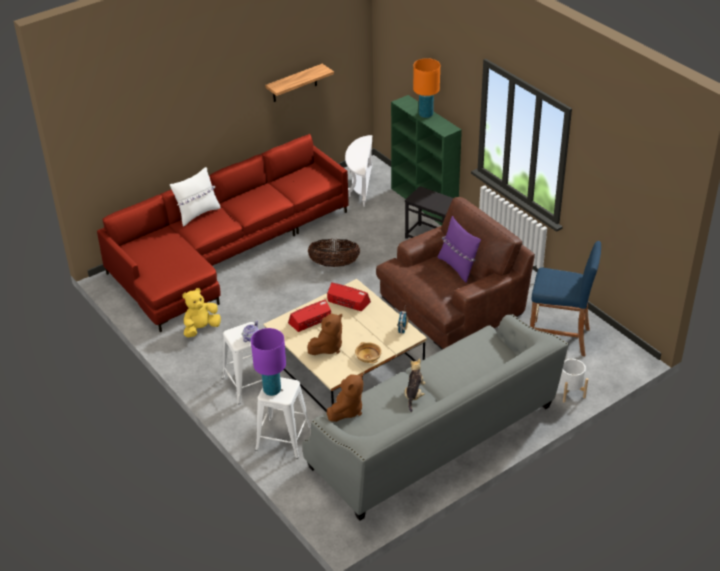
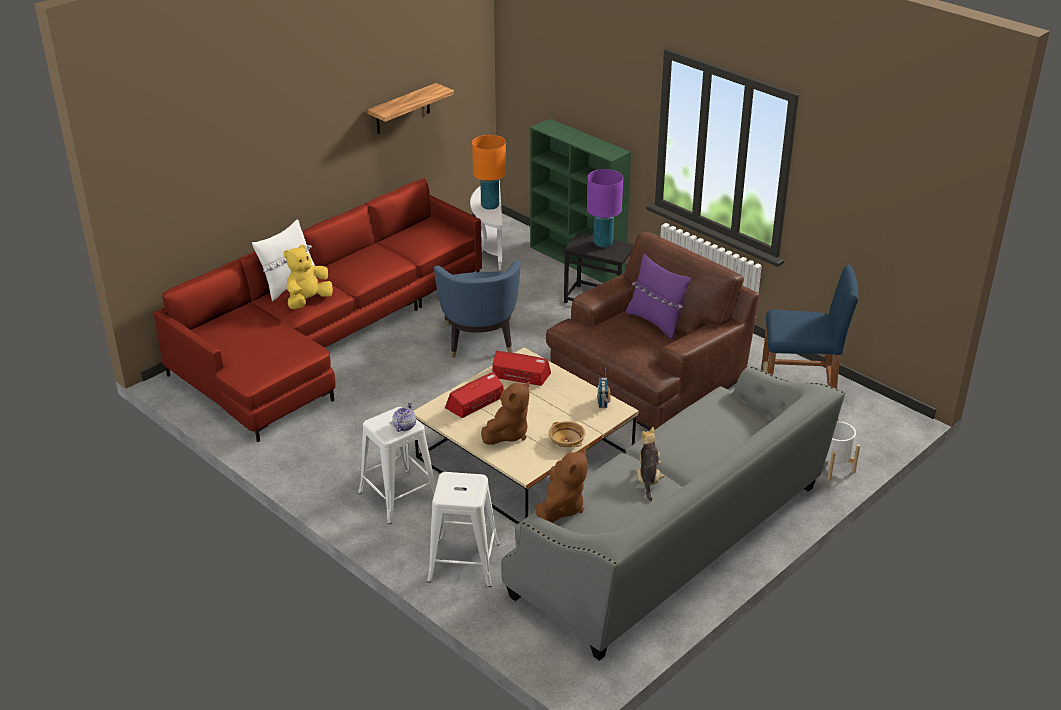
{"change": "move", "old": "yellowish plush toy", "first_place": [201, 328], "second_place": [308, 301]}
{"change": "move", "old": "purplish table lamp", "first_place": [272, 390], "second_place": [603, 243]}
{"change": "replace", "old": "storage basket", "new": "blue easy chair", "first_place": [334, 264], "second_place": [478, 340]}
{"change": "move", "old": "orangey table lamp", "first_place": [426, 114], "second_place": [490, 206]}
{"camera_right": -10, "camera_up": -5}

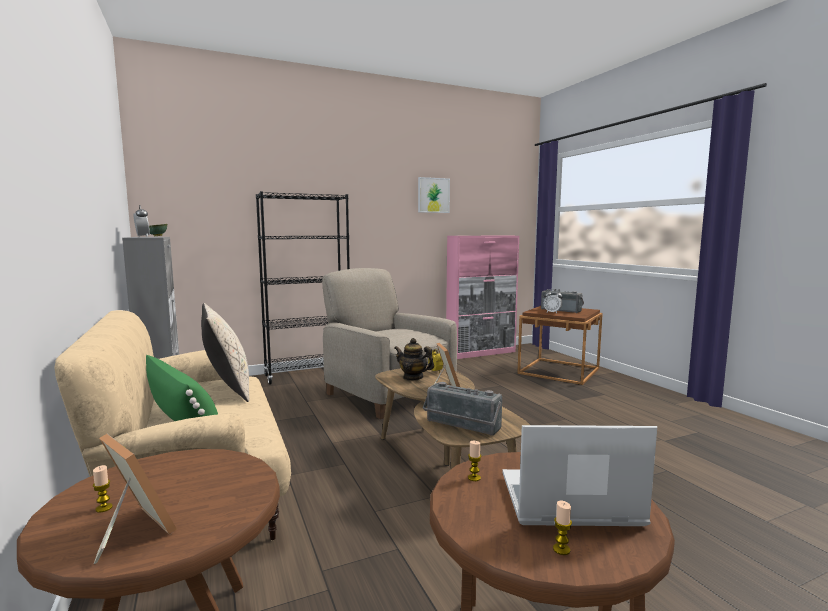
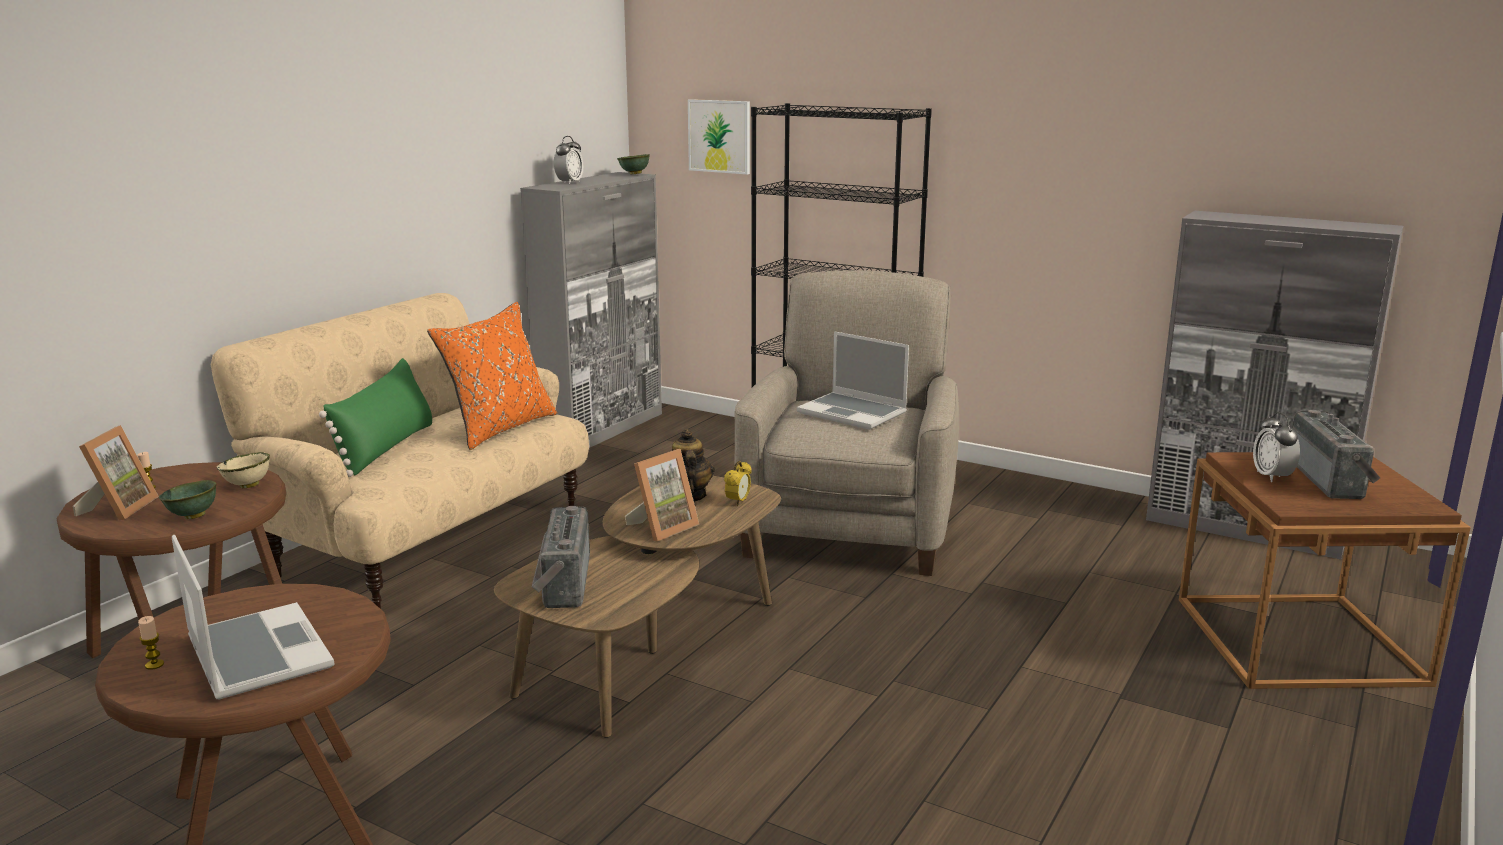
{"change": "recolor", "old": "beige pillow", "new": "orangey pillow", "first_place": [227, 390], "second_place": [499, 428]}
{"change": "move", "old": "picture", "first_place": [433, 195], "second_place": [719, 136]}
{"change": "recolor", "old": "pink cupboard", "new": "grey cupboard", "first_place": [481, 353], "second_place": [1245, 529]}
{"change": "delete", "old": "wax candle", "first_place": [474, 478]}
{"change": "insert", "new": "green deep dish", "second_place": [192, 516]}
{"change": "insert", "new": "beige deep dish", "second_place": [247, 486]}
{"change": "insert", "new": "portable computer", "second_place": [853, 413]}
{"camera_right": 55, "camera_up": 10}

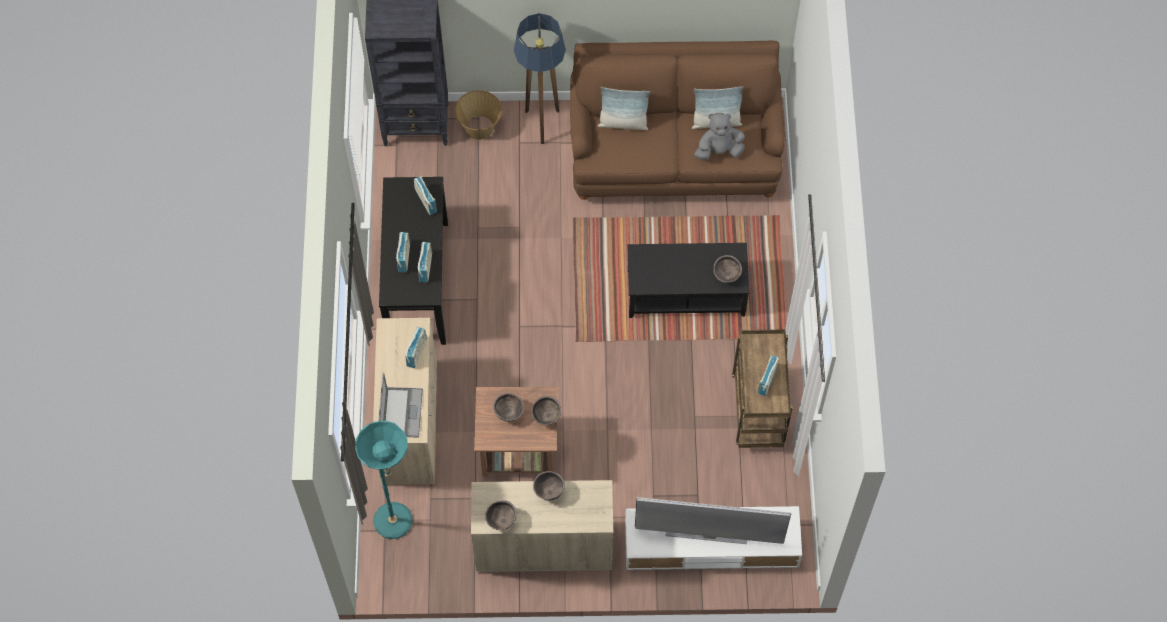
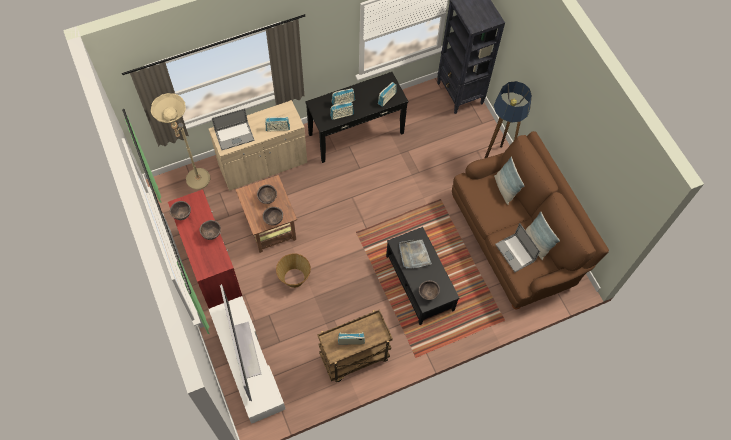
{"change": "recolor", "old": "turquoise-coloured standing lamp", "new": "beige standing lamp", "first_place": [398, 527], "second_place": [195, 183]}
{"change": "move", "old": "storage basket", "first_place": [480, 127], "second_place": [294, 278]}
{"change": "recolor", "old": "beige cupboard", "new": "red cupboard", "first_place": [543, 546], "second_place": [211, 264]}
{"change": "replace", "old": "grey plush toy", "new": "portable computer", "first_place": [719, 150], "second_place": [515, 252]}
{"change": "insert", "new": "grey carrying tray", "second_place": [414, 255]}
{"camera_right": 65, "camera_up": 0}

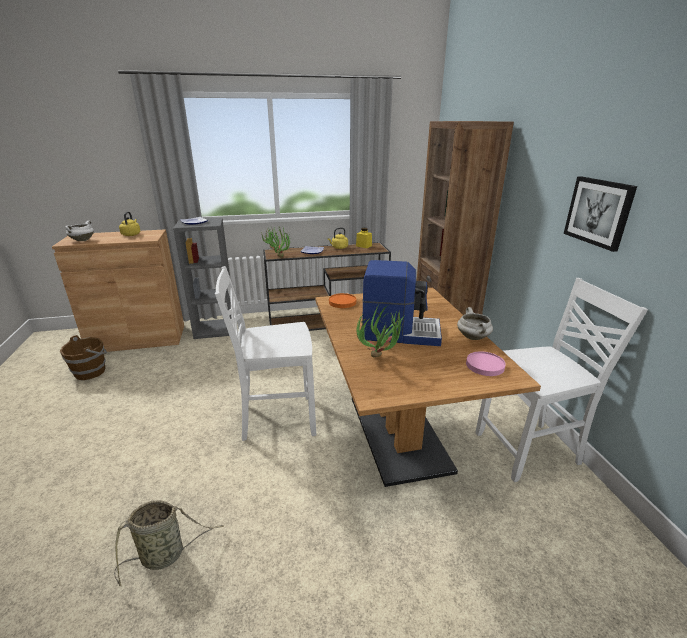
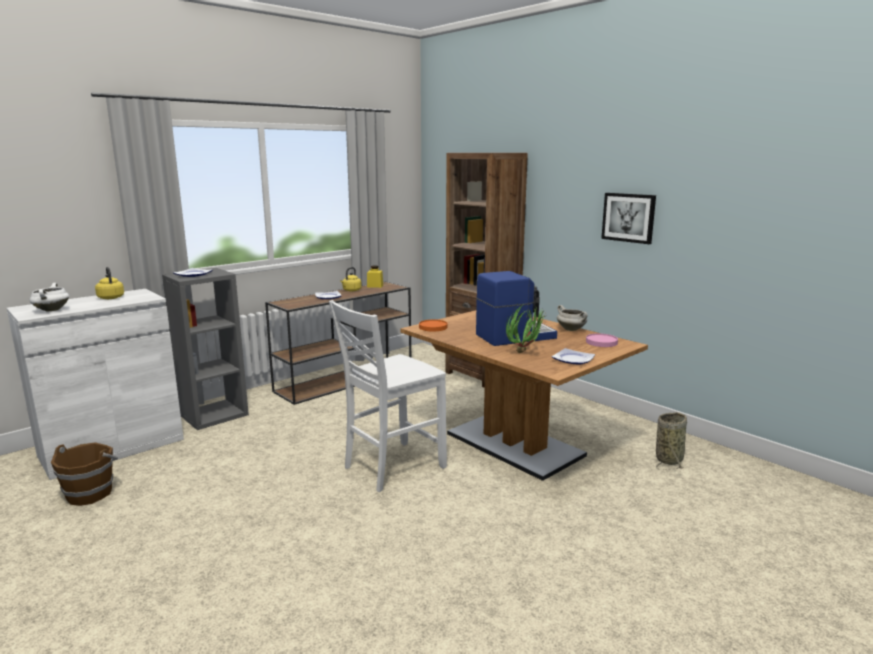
{"change": "recolor", "old": "brownish cupboard", "new": "white-coloured cupboard", "first_place": [138, 339], "second_place": [112, 447]}
{"change": "move", "old": "storage basket", "first_place": [166, 555], "second_place": [669, 459]}
{"change": "delete", "old": "houseplant", "first_place": [277, 256]}
{"change": "delete", "old": "white-coloured chair", "first_place": [529, 450]}
{"change": "insert", "new": "flat dish", "second_place": [572, 359]}
{"camera_right": -30, "camera_up": -10}

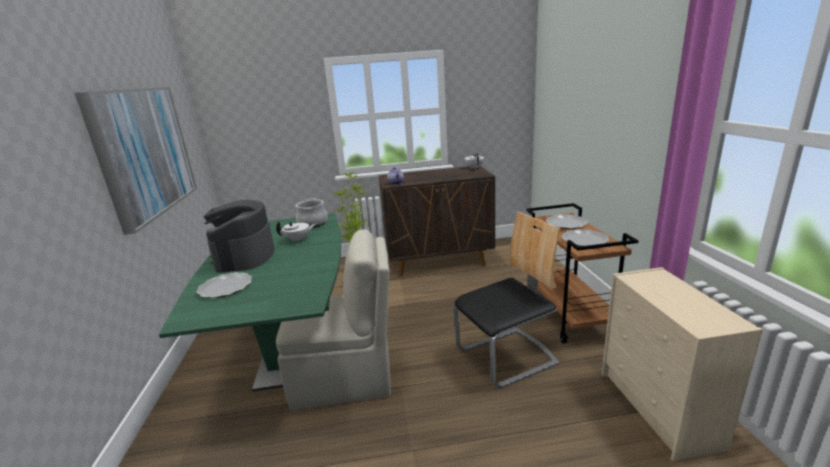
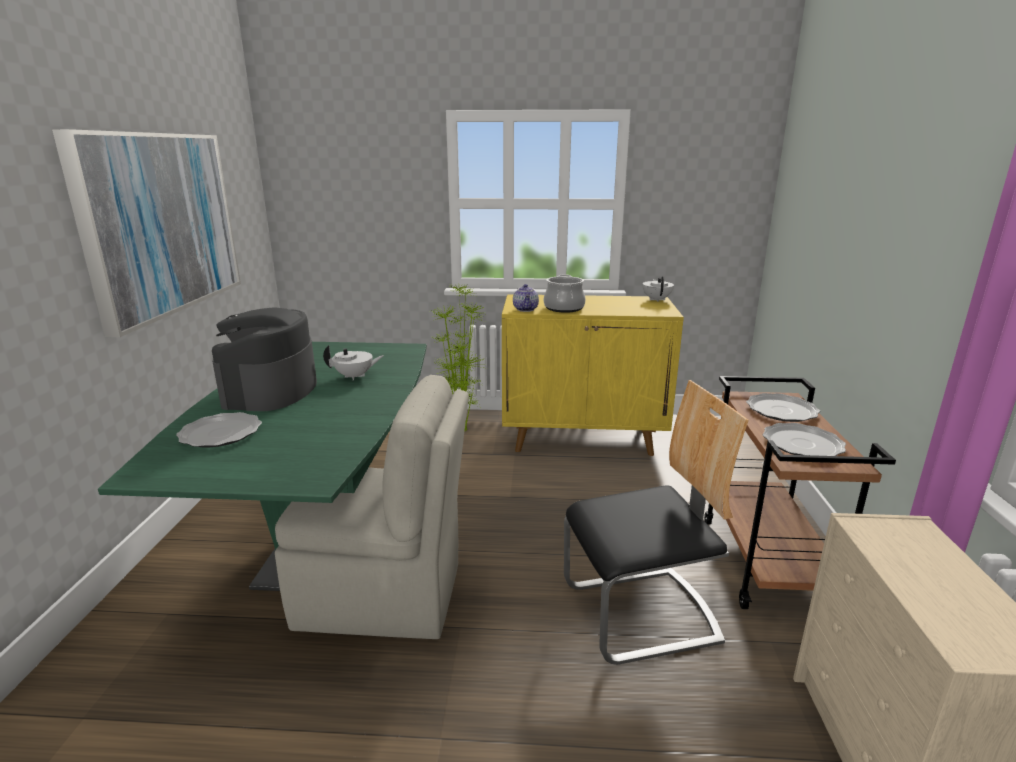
{"change": "move", "old": "cooking pot", "first_place": [312, 223], "second_place": [563, 308]}
{"change": "recolor", "old": "brownish cupboard", "new": "yellowish cupboard", "first_place": [439, 262], "second_place": [583, 438]}
{"camera_right": 10, "camera_up": 0}

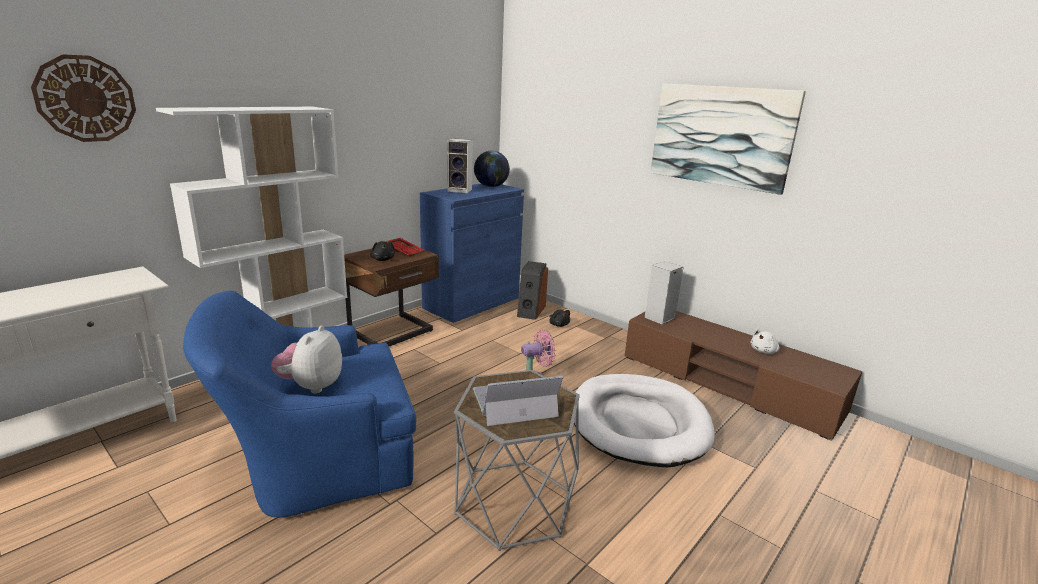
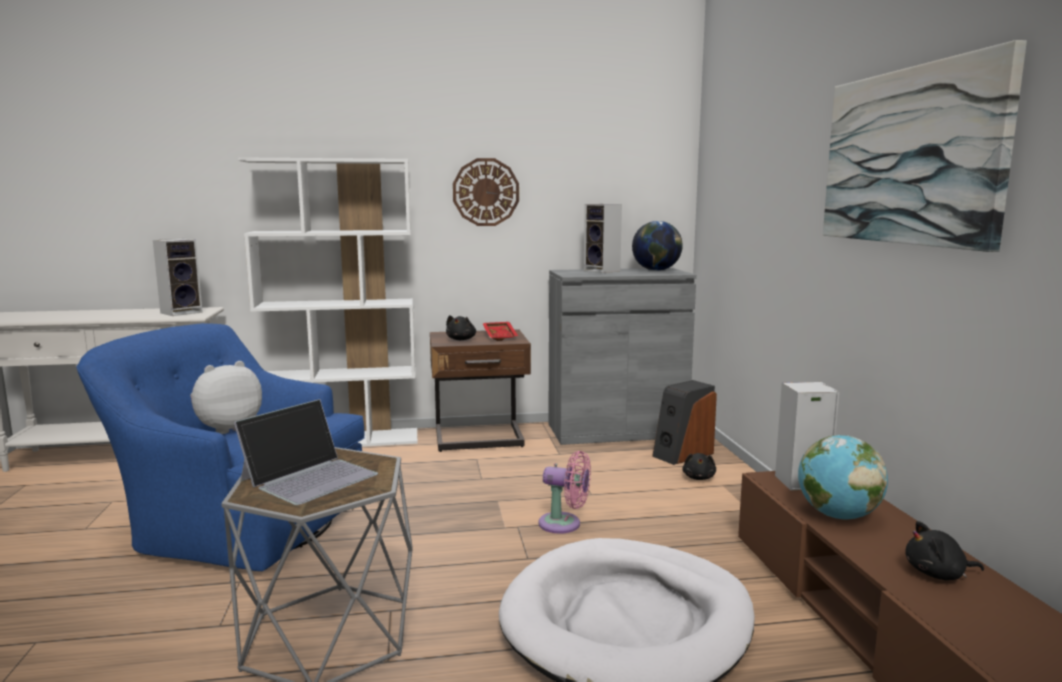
{"change": "move", "old": "clock on the wall", "first_place": [86, 99], "second_place": [486, 192]}
{"change": "recolor", "old": "blue cupboard", "new": "grey cupboard", "first_place": [471, 303], "second_place": [616, 430]}
{"change": "rotate", "old": "portable computer", "first_place": [513, 403], "second_place": [310, 476], "degrees": 105}
{"change": "recolor", "old": "white-coloured plush toy", "new": "blackish plush toy", "first_place": [764, 351], "second_place": [938, 574]}
{"change": "insert", "new": "loudspeaker", "second_place": [182, 312]}
{"change": "insert", "new": "world globe", "second_place": [837, 516]}
{"camera_right": 40, "camera_up": -10}

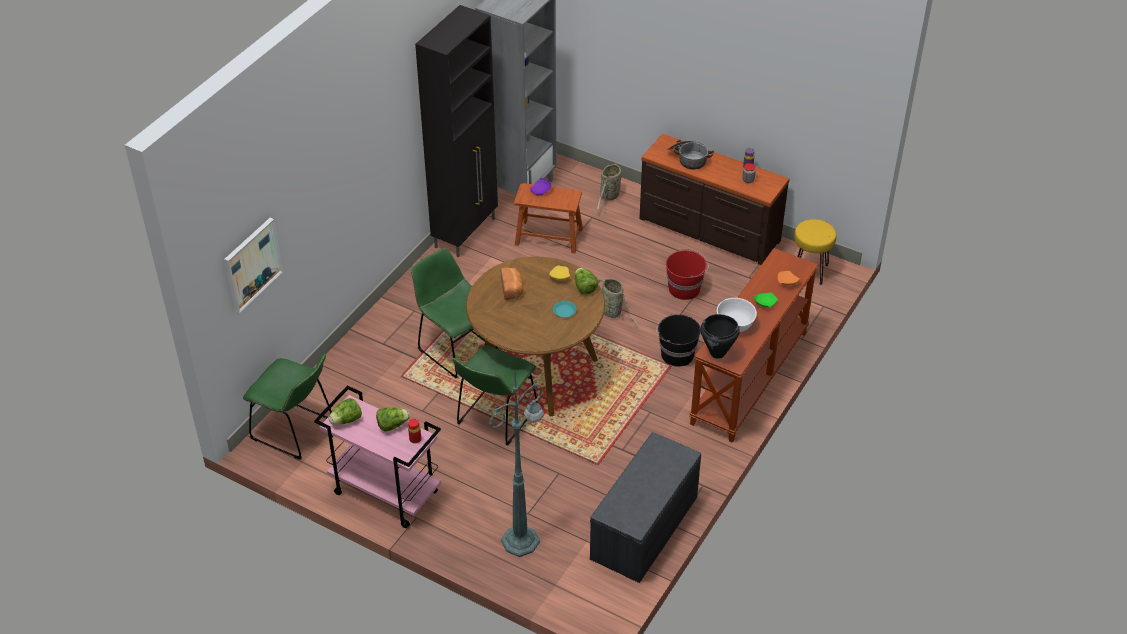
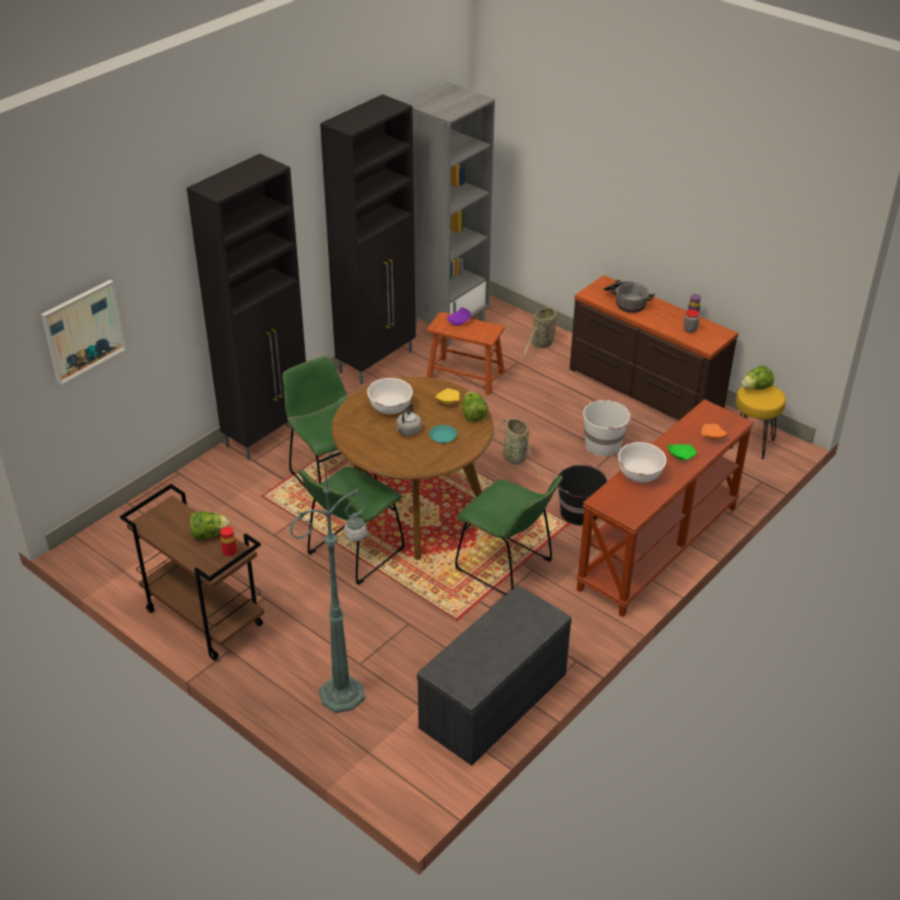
{"change": "move", "old": "green chair", "first_place": [296, 431], "second_place": [507, 567]}
{"change": "recolor", "old": "pink wheeled cart", "new": "brownish wheeled cart", "first_place": [384, 493], "second_place": [203, 618]}
{"change": "move", "old": "head of lettuce", "first_place": [346, 420], "second_place": [756, 388]}
{"change": "replace", "old": "bread", "new": "white-coloured deep dish", "first_place": [512, 289], "second_place": [390, 407]}
{"change": "recolor", "old": "red pail", "new": "white-coloured pail", "first_place": [685, 288], "second_place": [604, 444]}
{"change": "delete", "old": "blackish cooking pot", "first_place": [718, 353]}
{"change": "insert", "new": "blackish cupboard", "second_place": [268, 434]}
{"change": "insert", "new": "grey tea kettle", "second_place": [408, 431]}
{"camera_right": 10, "camera_up": -5}

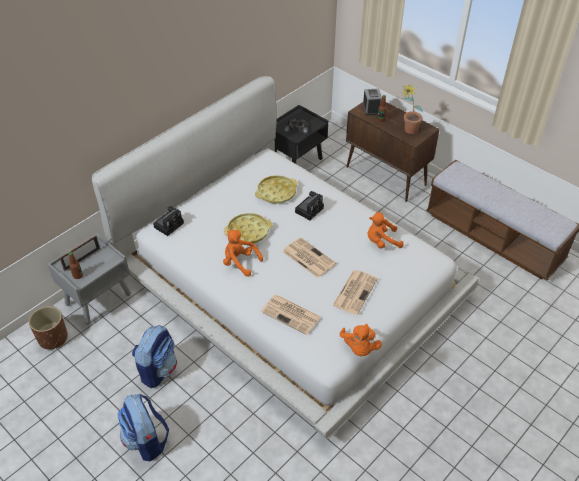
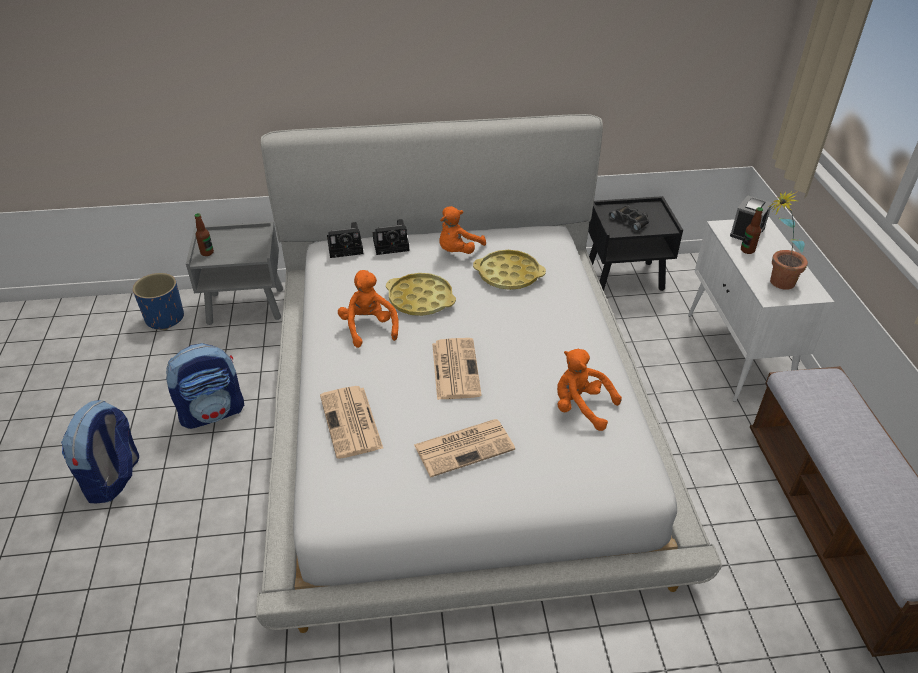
{"change": "recolor", "old": "brownish plant pot", "new": "blue plant pot", "first_place": [53, 338], "second_place": [165, 318]}
{"change": "delete", "old": "picture frame", "first_place": [82, 259]}
{"change": "move", "old": "still camera", "first_place": [309, 209], "second_place": [392, 244]}
{"change": "move", "old": "orangey plush toy", "first_place": [359, 348], "second_place": [458, 251]}
{"change": "recolor", "old": "brownish cupboard", "new": "white-coloured cupboard", "first_place": [386, 176], "second_place": [737, 355]}
{"camera_right": 40, "camera_up": -5}

